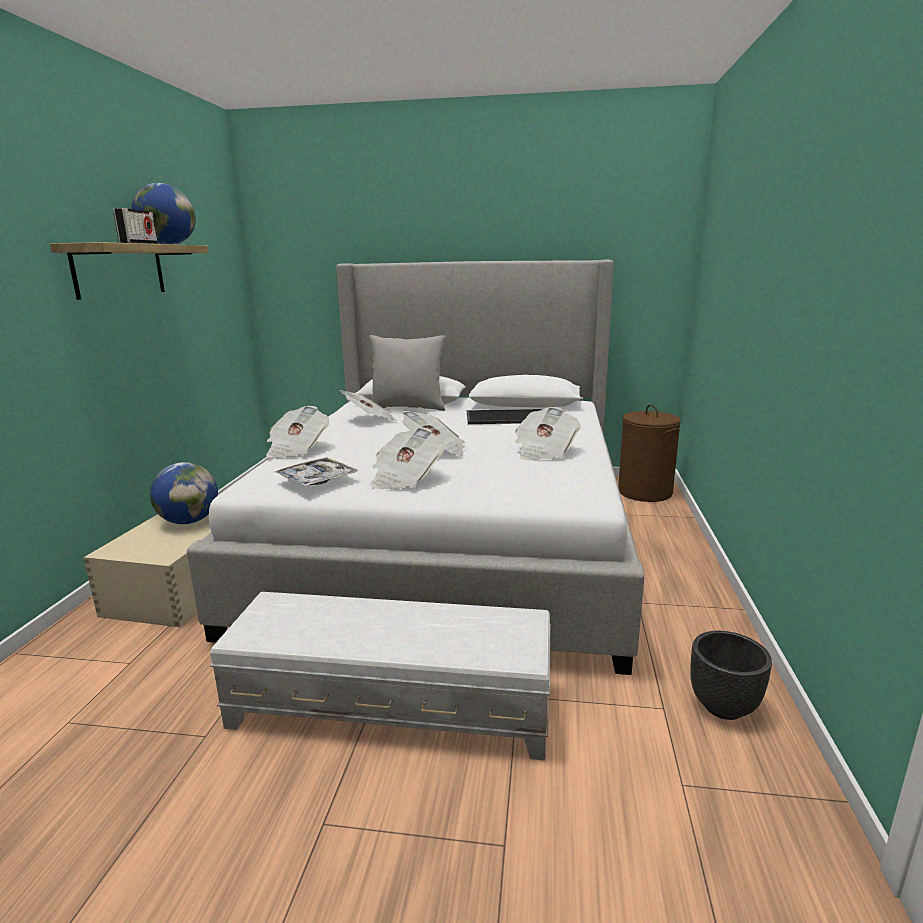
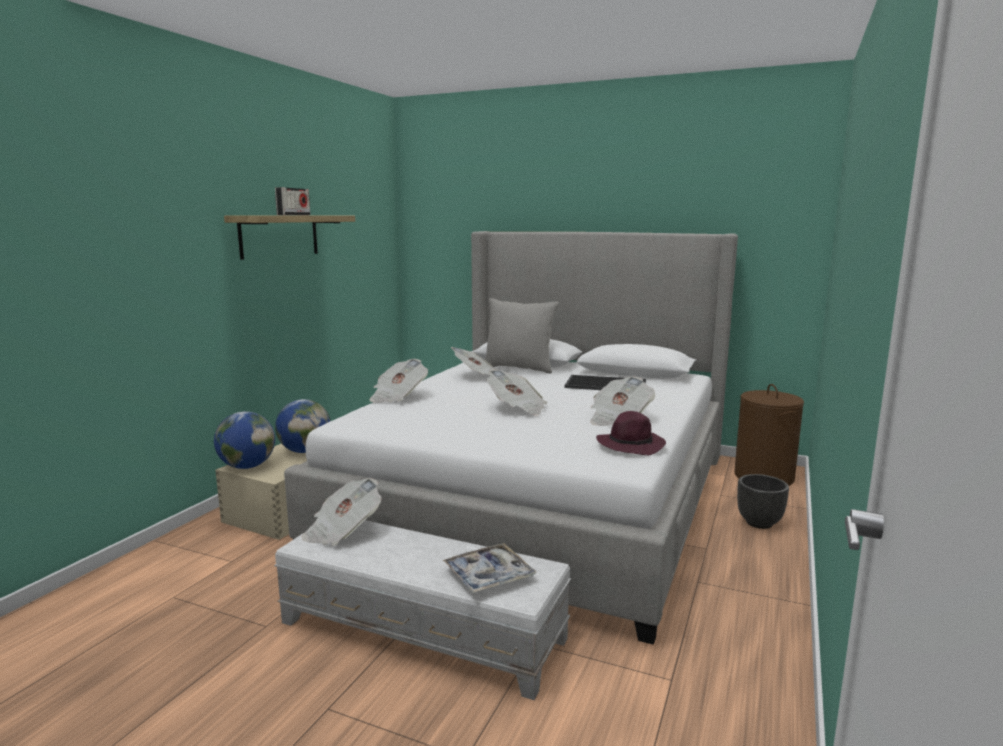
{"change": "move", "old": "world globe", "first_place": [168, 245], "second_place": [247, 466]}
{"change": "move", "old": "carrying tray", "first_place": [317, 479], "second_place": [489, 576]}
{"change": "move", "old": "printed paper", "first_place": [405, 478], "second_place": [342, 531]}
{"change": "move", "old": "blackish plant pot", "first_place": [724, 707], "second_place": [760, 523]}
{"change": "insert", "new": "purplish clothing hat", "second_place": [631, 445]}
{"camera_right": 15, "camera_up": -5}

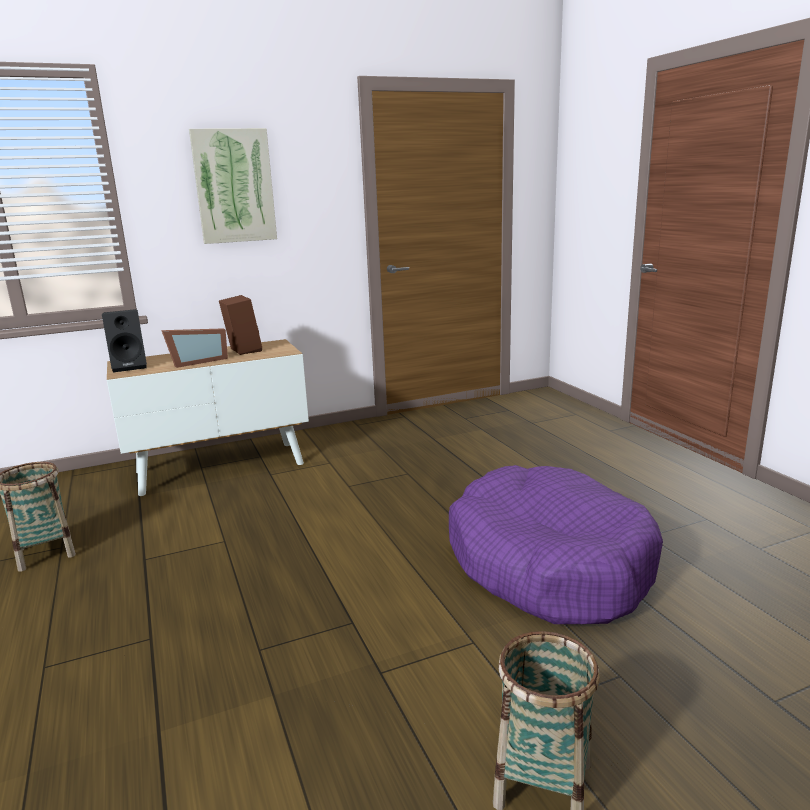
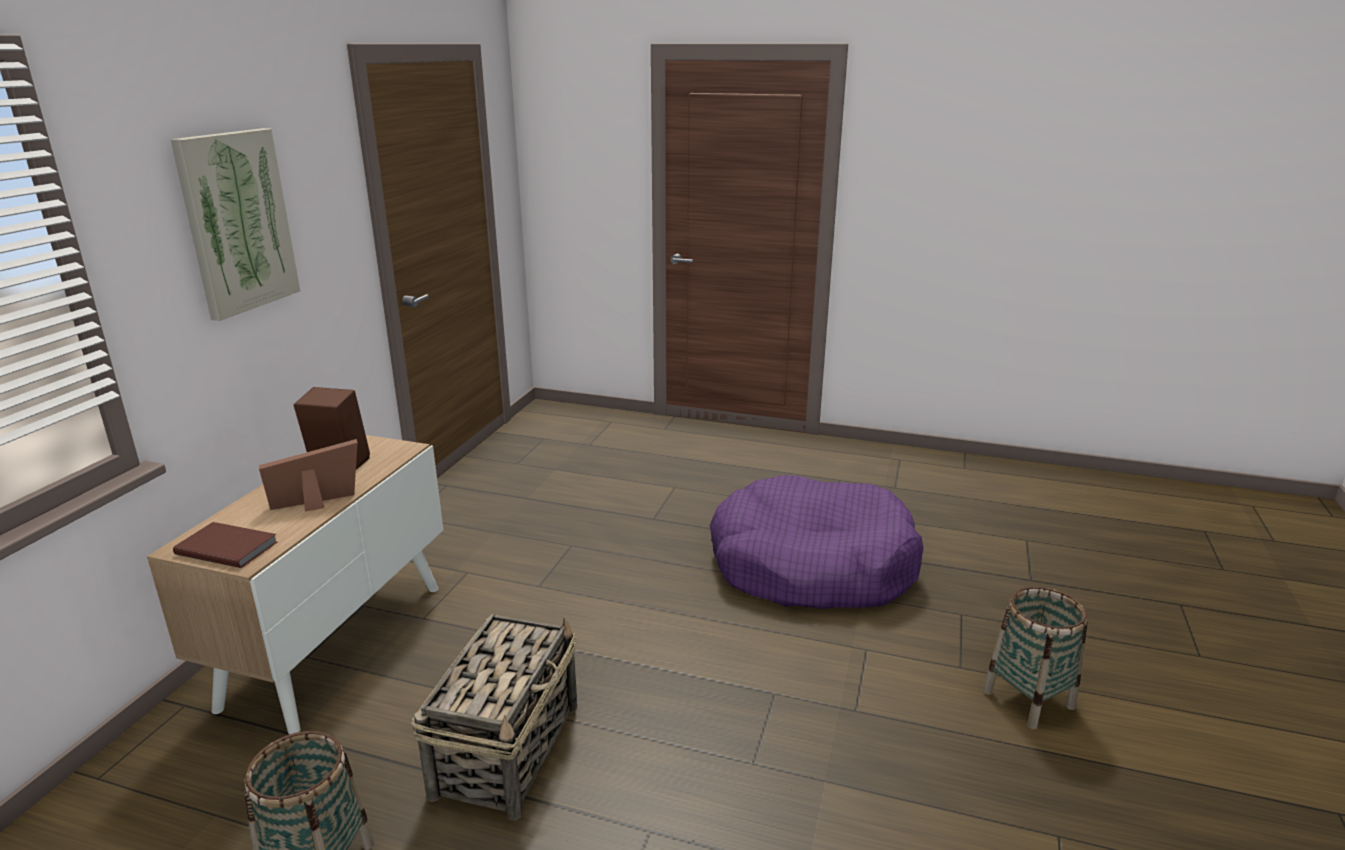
{"change": "replace", "old": "blackish loudspeaker", "new": "brownish volume", "first_place": [130, 366], "second_place": [227, 547]}
{"change": "rotate", "old": "picture frame", "first_place": [197, 361], "second_place": [318, 503], "degrees": -120}
{"change": "insert", "new": "storage basket", "second_place": [507, 748]}
{"camera_right": -50, "camera_up": 5}

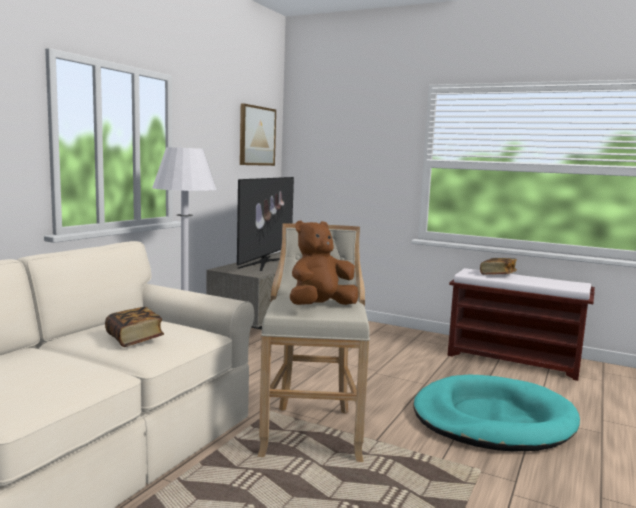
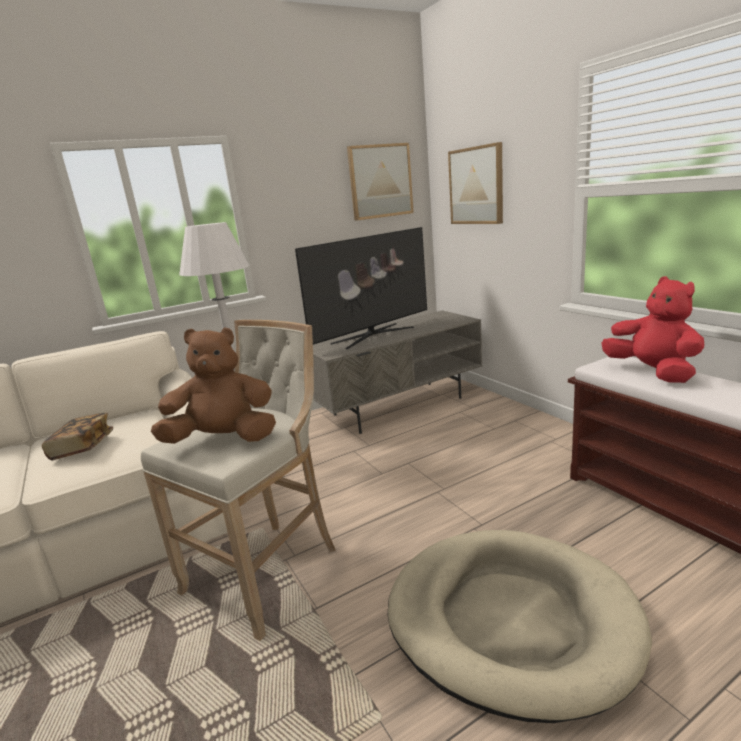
{"change": "recolor", "old": "turquoise-coloured dog cushion", "new": "beige dog cushion", "first_place": [492, 419], "second_place": [510, 620]}
{"change": "replace", "old": "volume", "new": "red plush toy", "first_place": [497, 275], "second_place": [652, 372]}
{"change": "insert", "new": "picture", "second_place": [476, 186]}
{"camera_right": 35, "camera_up": 10}

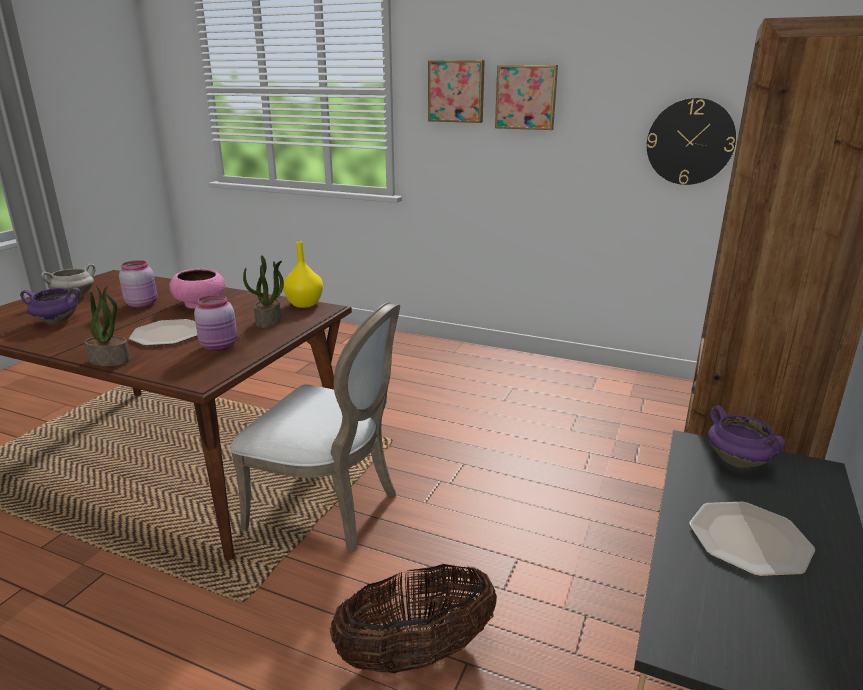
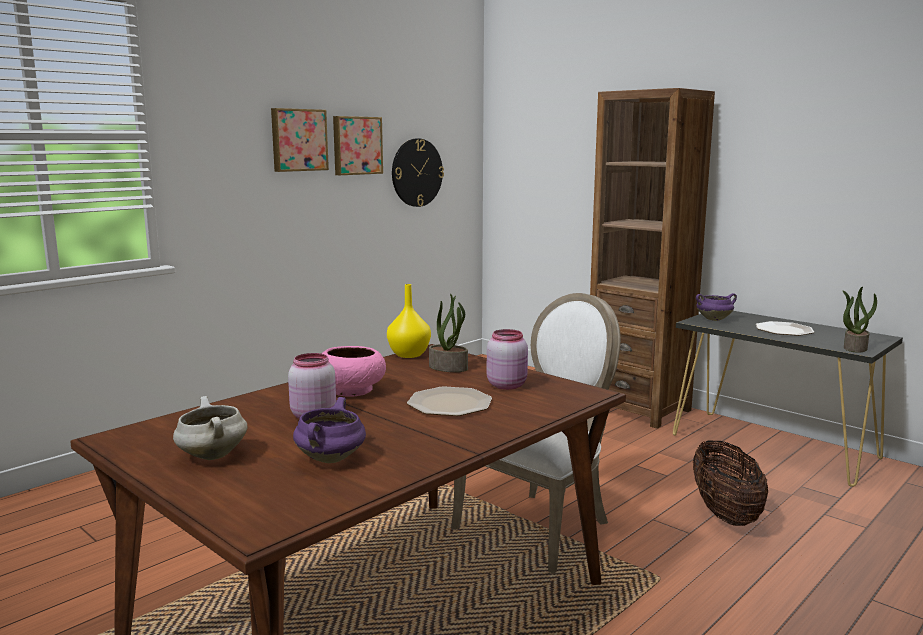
{"change": "move", "old": "houseplant", "first_place": [110, 360], "second_place": [854, 348]}
{"change": "move", "old": "picture", "first_place": [456, 91], "second_place": [356, 145]}
{"camera_right": -70, "camera_up": -10}

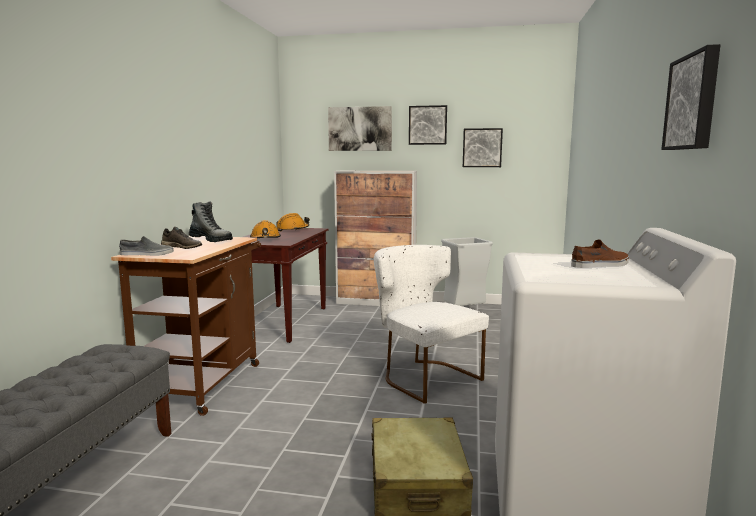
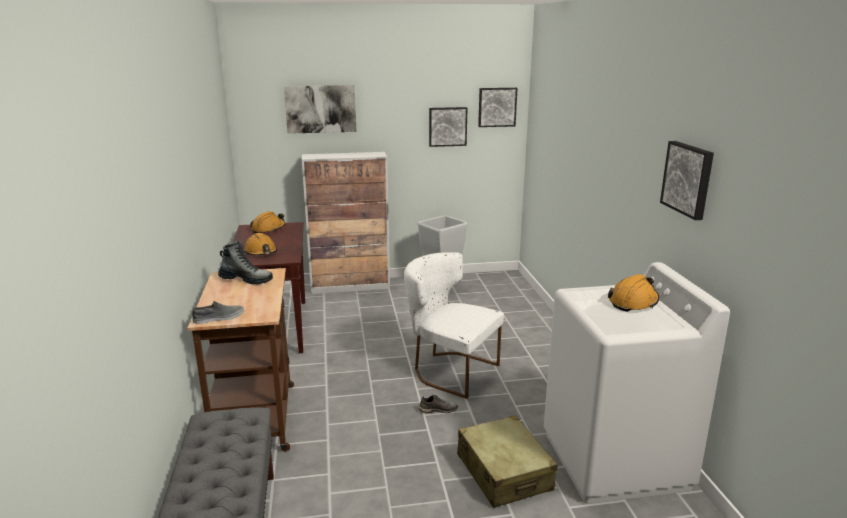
{"change": "move", "old": "grey low shoe", "first_place": [182, 247], "second_place": [438, 410]}
{"change": "move", "old": "picture", "first_place": [428, 125], "second_place": [497, 107]}
{"change": "replace", "old": "brownish low shoe", "new": "orangey work helmet", "first_place": [600, 265], "second_place": [633, 302]}
{"camera_right": -20, "camera_up": 10}

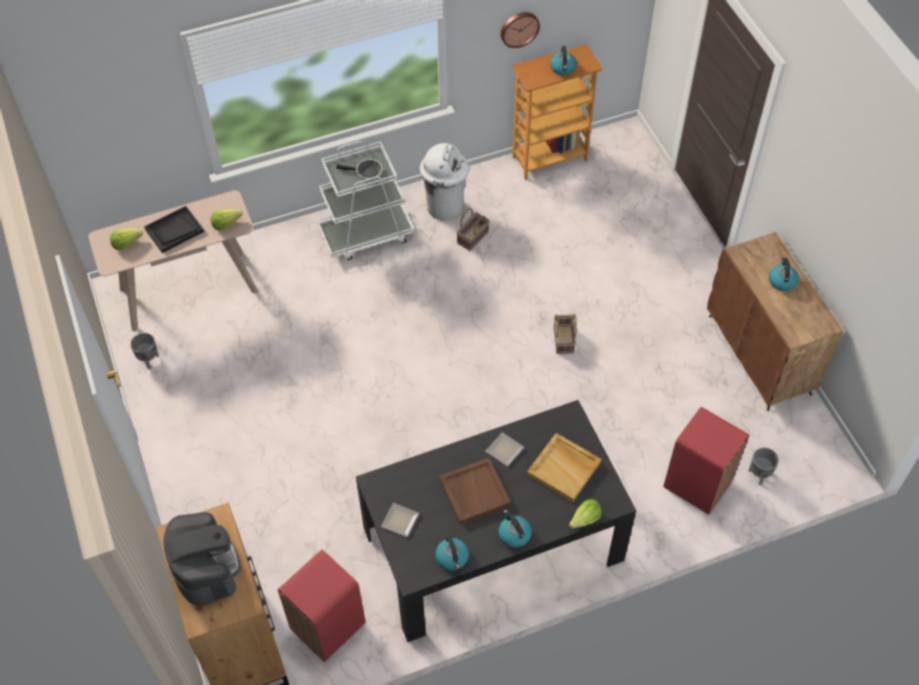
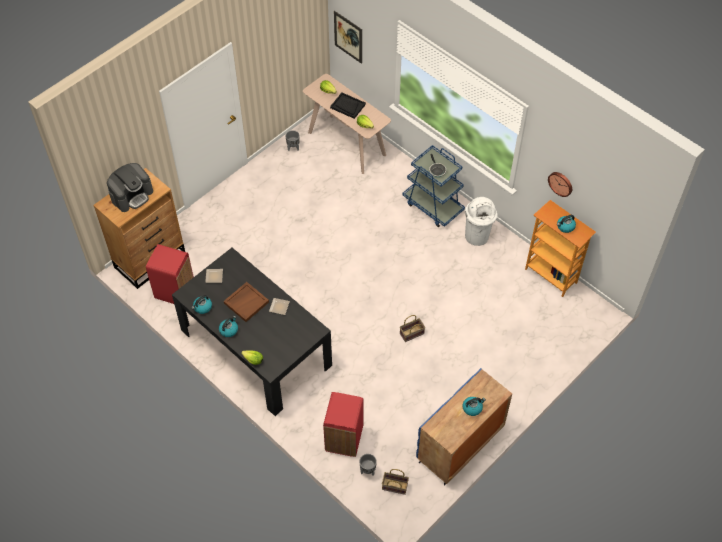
{"change": "recolor", "old": "white-coloured wheeled cart", "new": "blue wheeled cart", "first_place": [366, 234], "second_place": [433, 206]}
{"change": "move", "old": "storage basket", "first_place": [472, 238], "second_place": [394, 486]}
{"change": "delete", "old": "beige carrying tray", "first_place": [564, 468]}
{"change": "recolor", "old": "brownish cupboard", "new": "blue cupboard", "first_place": [760, 355], "second_place": [460, 445]}
{"change": "insert", "new": "picture", "second_place": [348, 37]}
{"camera_right": 65, "camera_up": 0}

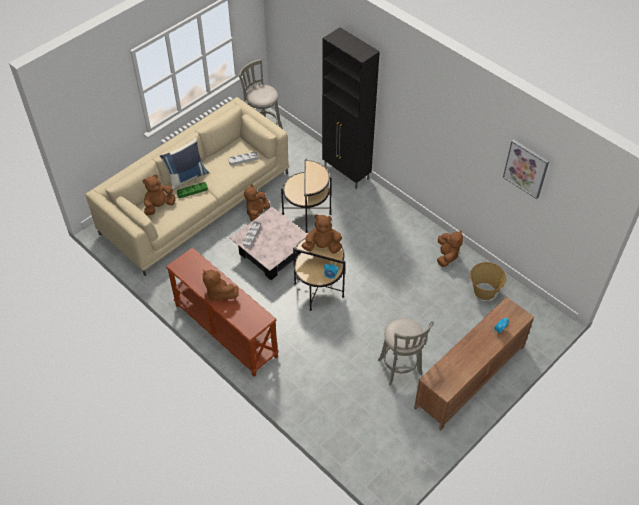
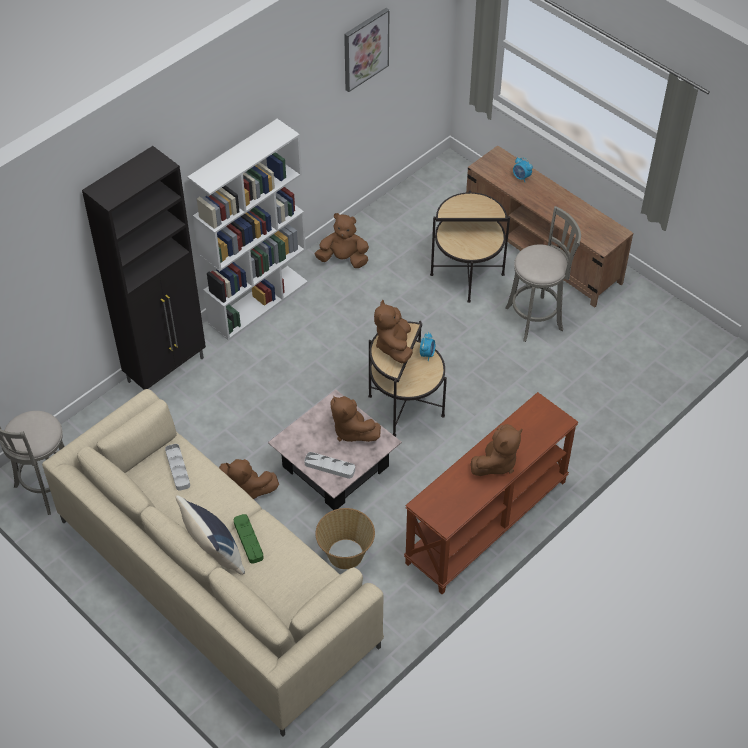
{"change": "move", "old": "brownish plush toy", "first_place": [159, 206], "second_place": [351, 431]}
{"change": "move", "old": "end table", "first_place": [306, 214], "second_place": [467, 274]}
{"change": "move", "old": "storage basket", "first_place": [484, 291], "second_place": [345, 554]}
{"change": "insert", "new": "white-coloured bookshelf", "second_place": [258, 302]}
{"camera_right": -90, "camera_up": 0}

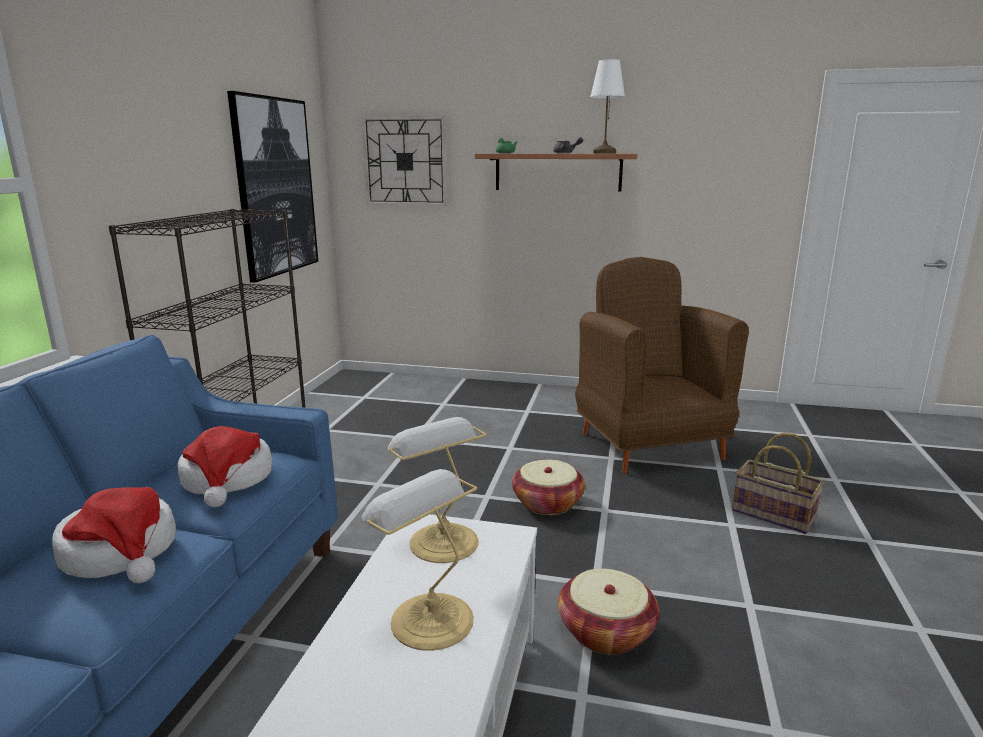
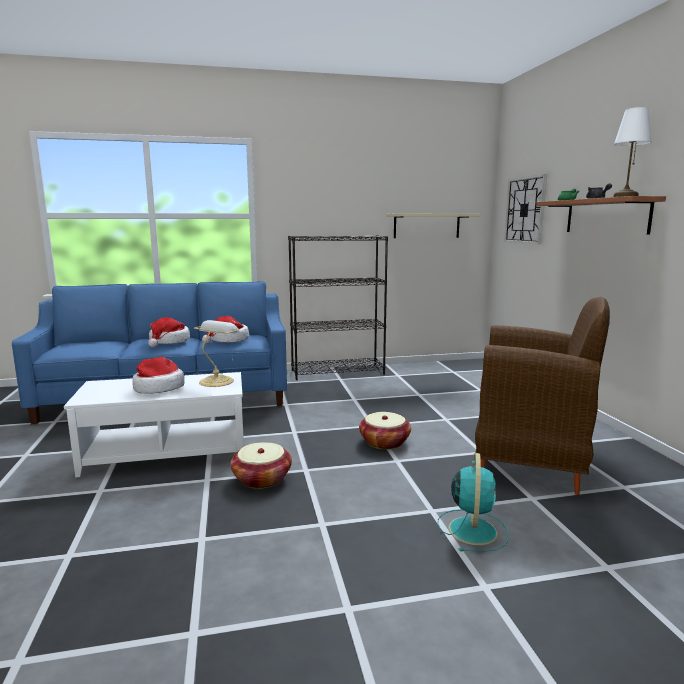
{"change": "replace", "old": "picture", "new": "beige wall shelf", "first_place": [275, 187], "second_place": [426, 226]}
{"change": "replace", "old": "table lamp", "new": "clothing hat", "first_place": [428, 618], "second_place": [158, 388]}
{"change": "rotate", "old": "brownish easy chair", "first_place": [649, 445], "second_place": [529, 463], "degrees": 60}
{"change": "replace", "old": "storage basket", "new": "turquoise-coloured cooling fan", "first_place": [772, 515], "second_place": [472, 529]}
{"camera_right": 65, "camera_up": -5}

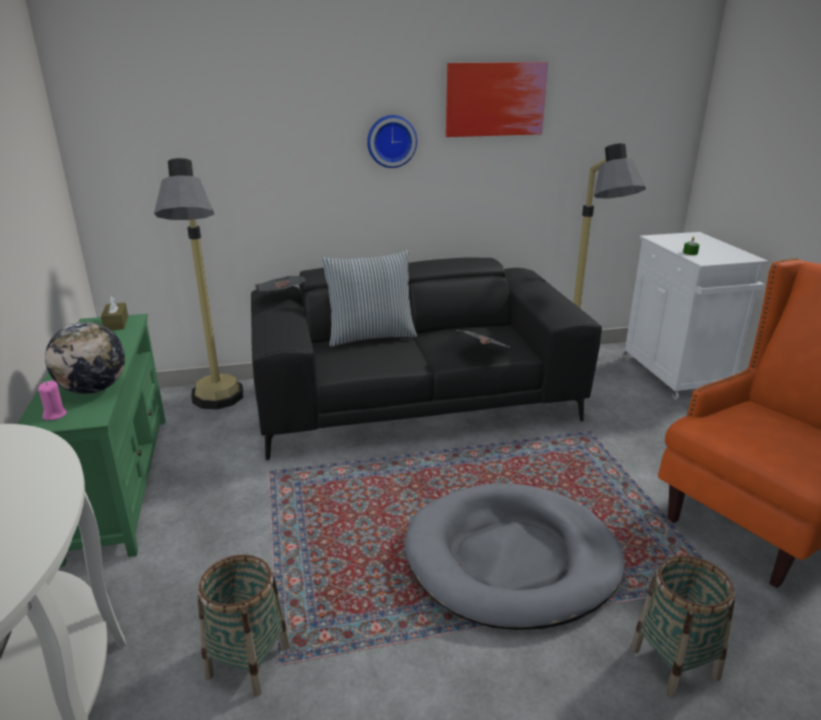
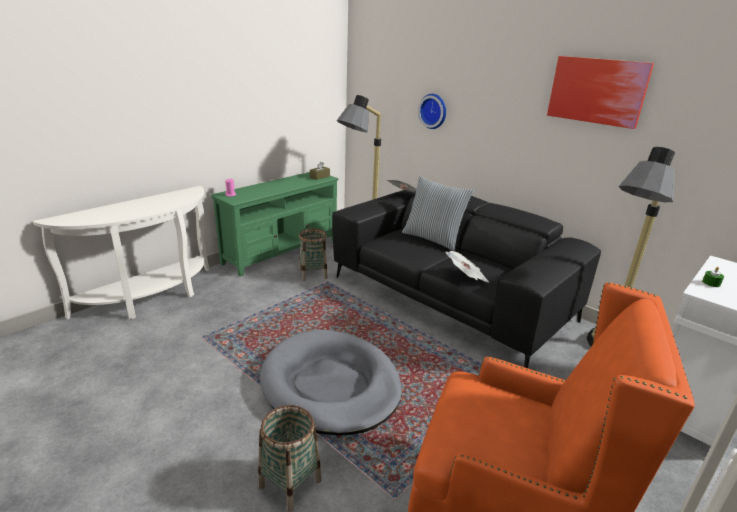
{"change": "delete", "old": "world globe", "first_place": [93, 389]}
{"change": "move", "old": "storage basket", "first_place": [248, 661], "second_place": [313, 274]}
{"change": "move", "old": "clock on the wall", "first_place": [391, 141], "second_place": [434, 111]}
{"camera_right": 55, "camera_up": 0}

